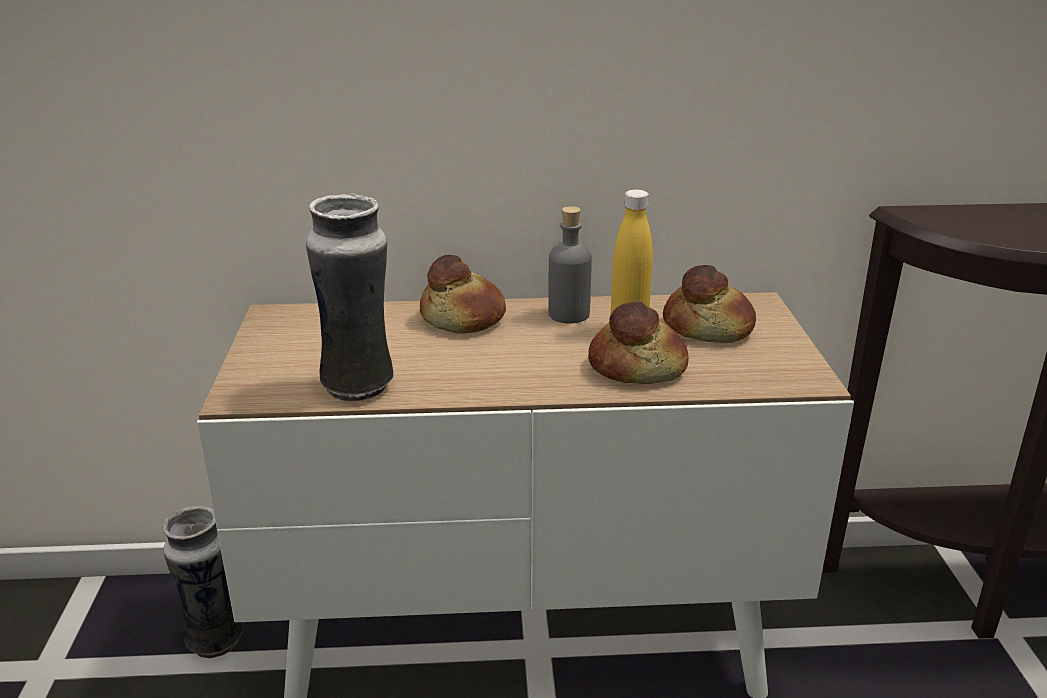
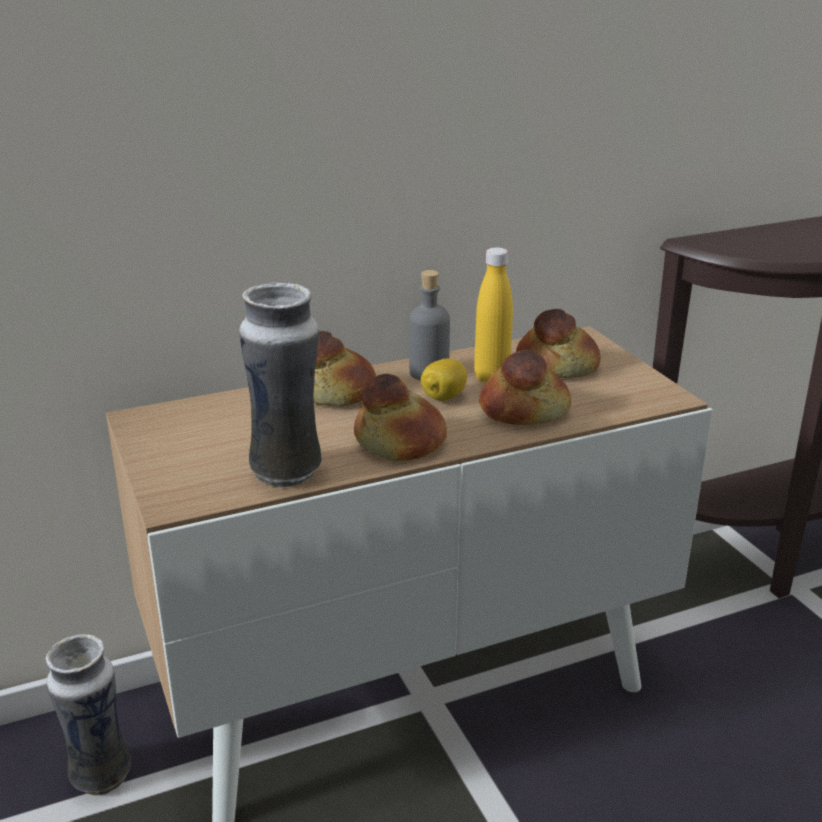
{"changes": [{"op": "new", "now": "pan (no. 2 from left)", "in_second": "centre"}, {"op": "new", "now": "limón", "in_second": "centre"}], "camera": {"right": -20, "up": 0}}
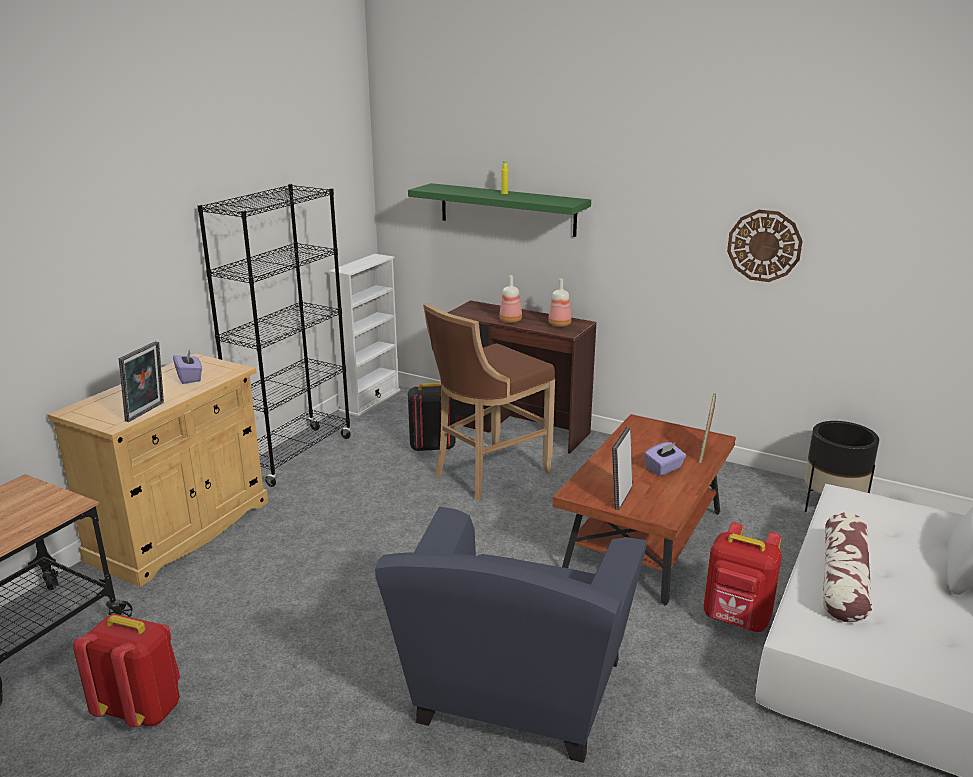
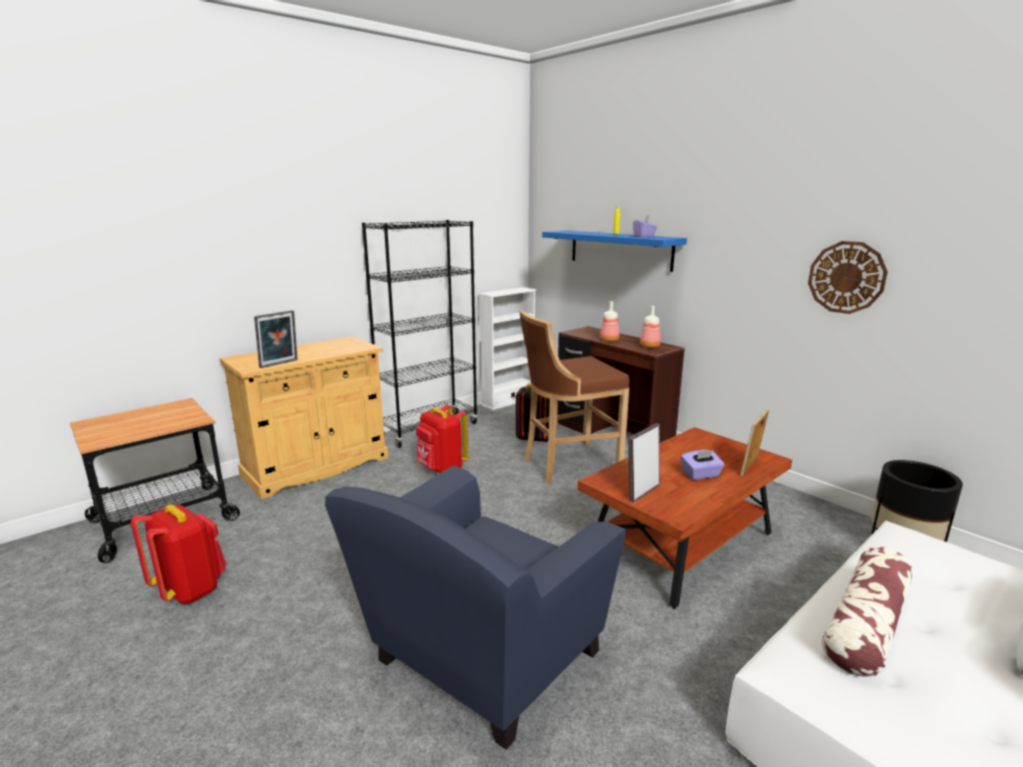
{"changes": [{"op": "shifted", "was": "caja de pañuelos [morado] (no. 1 from left)", "in_first": "middle left", "in_second": "top centre"}, {"op": "shifted", "was": "mochila [rojo] (no. 2 from left)", "in_first": "bottom right", "in_second": "centre"}, {"op": "repainted", "was": "estante [verde]", "now": "estante [azul]", "in_first": "top centre", "in_second": "top centre"}], "camera": {"right": 20, "up": -5}}
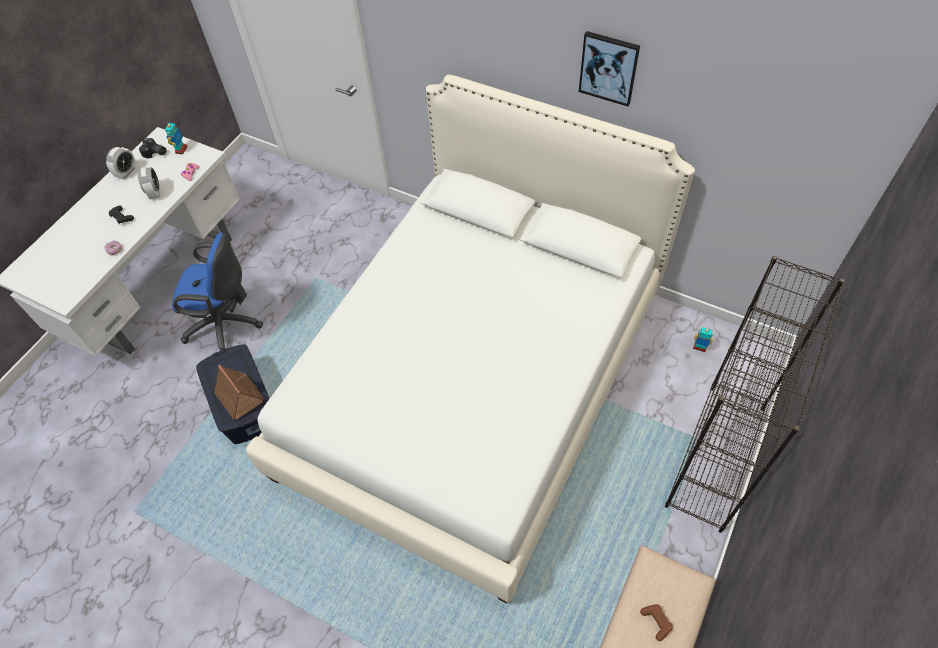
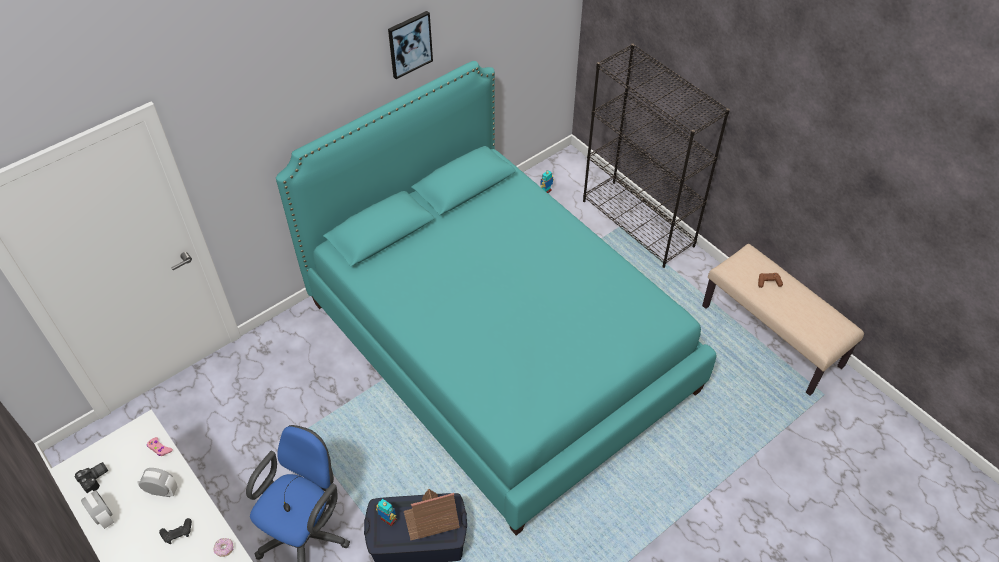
{"changes": [{"op": "shifted", "was": "robot de juguete (no. 1 from left)", "in_first": "top left", "in_second": "bottom centre"}, {"op": "repainted", "was": "cama [blanco]", "now": "cama [turquesa]", "in_first": "centre", "in_second": "centre"}], "camera": {"right": -70, "up": -5}}
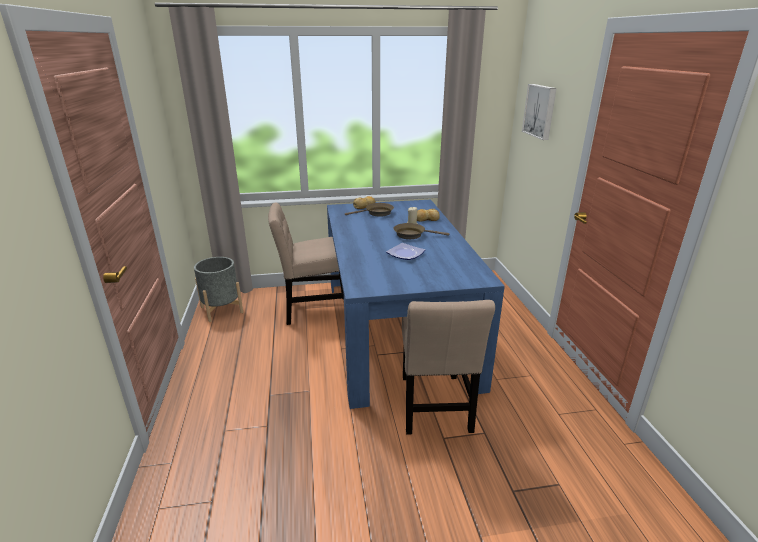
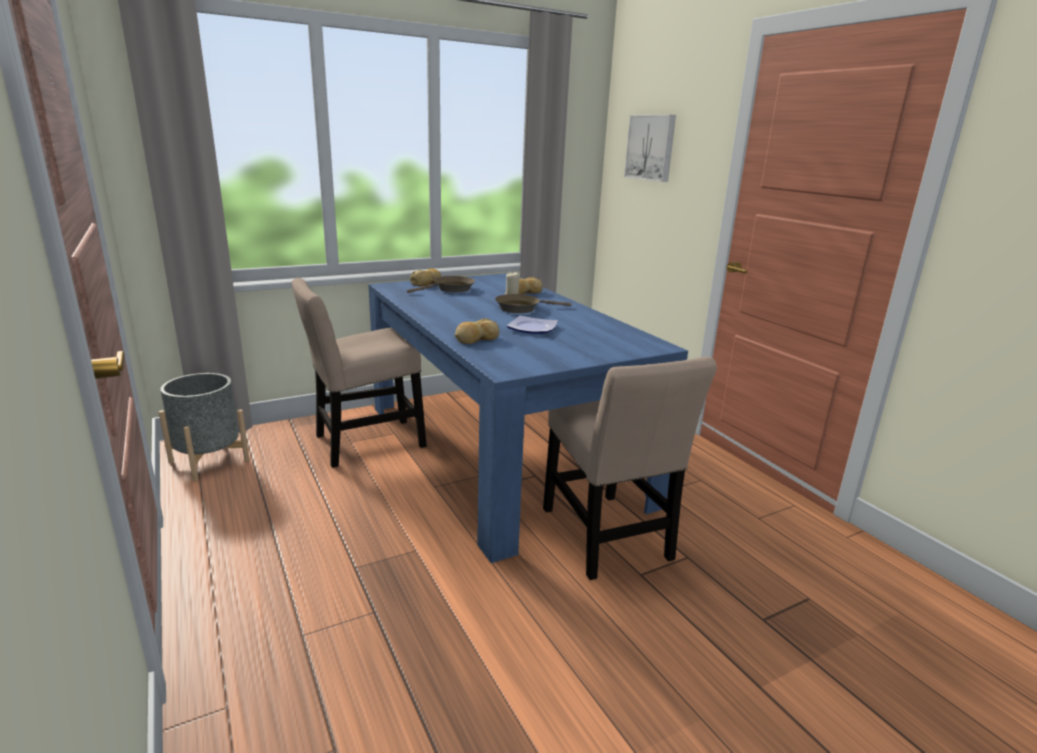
{"changes": [{"op": "new", "now": "pan (no. 2 from left)", "in_second": "centre"}], "camera": {"right": -20, "up": -5}}
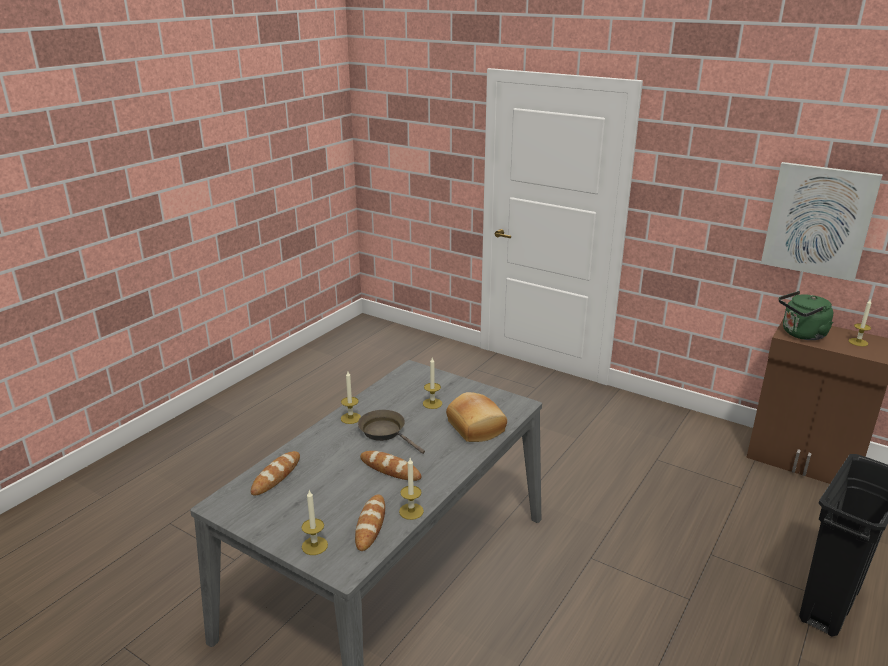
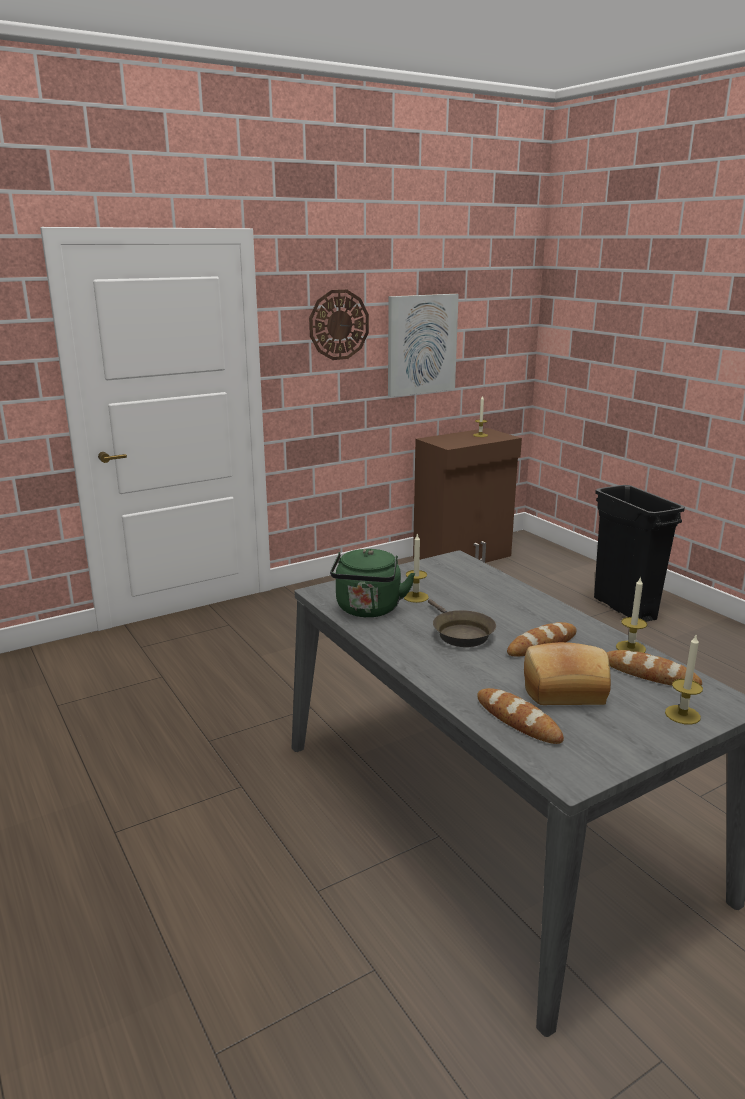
{"changes": [{"op": "gone", "was": "vela (no. 2 from left)", "in_first": "centre"}, {"op": "new", "now": "reloj de pared", "in_second": "top centre"}, {"op": "shifted", "was": "pan (no. 4 from left in the first image)", "now": "pan (no. 3 from left)", "in_first": "centre", "in_second": "middle right"}, {"op": "shifted", "was": "hervidor [verde]", "in_first": "middle right", "in_second": "centre"}, {"op": "rotated", "was": "sartén [marrón]", "in_first": "centre", "in_second": "centre", "clockwise": -90}], "camera": {"right": -65, "up": -5}}
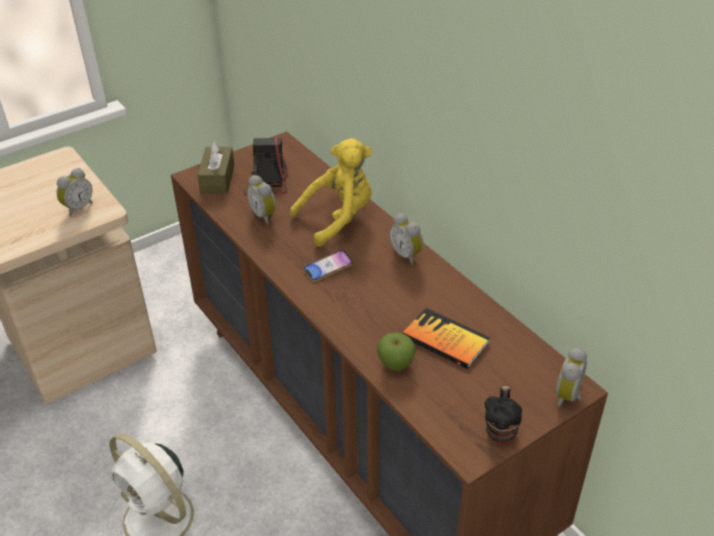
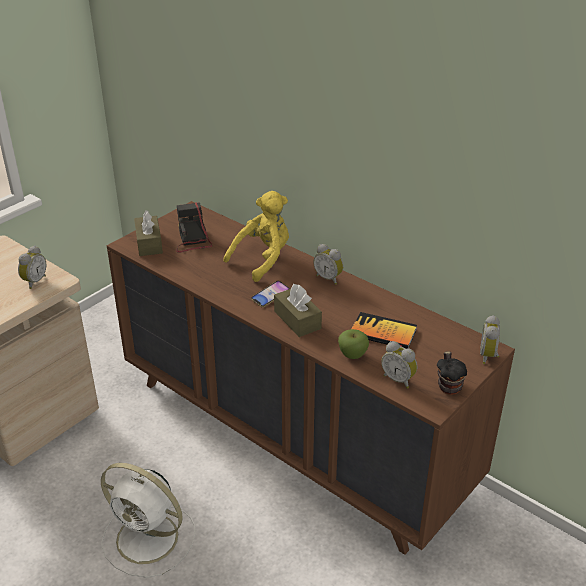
{"changes": [{"op": "new", "now": "caja de pañuelos [marrón] (no. 2 from left)", "in_second": "centre"}, {"op": "shifted", "was": "despertador (no. 2 from left in the first image)", "now": "despertador (no. 3 from left)", "in_first": "centre", "in_second": "middle right"}], "camera": {"right": -15, "up": -5}}
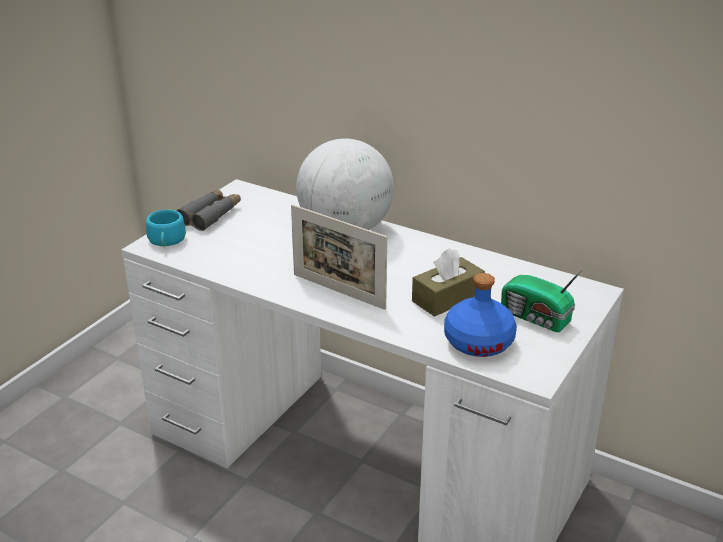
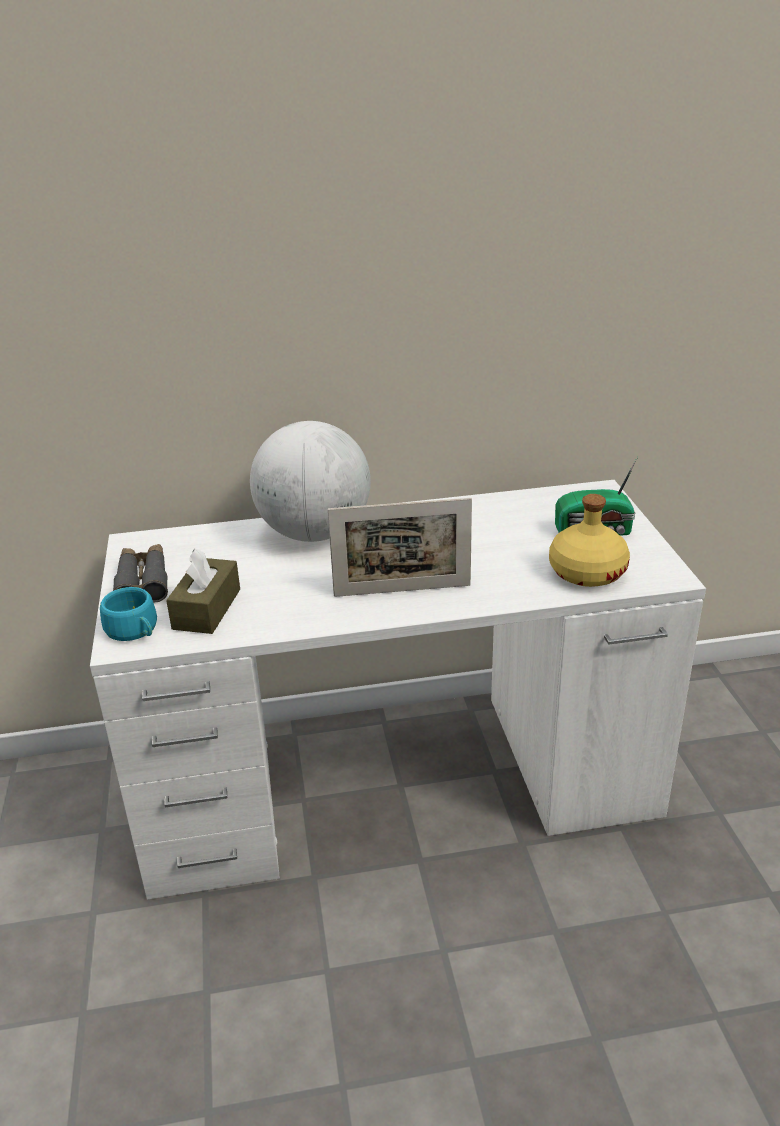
{"changes": [{"op": "shifted", "was": "caja de pañuelos [marrón]", "in_first": "centre", "in_second": "middle left"}, {"op": "repainted", "was": "botella [azul]", "now": "botella [amarillo]", "in_first": "centre", "in_second": "middle right"}], "camera": {"right": -40, "up": 0}}
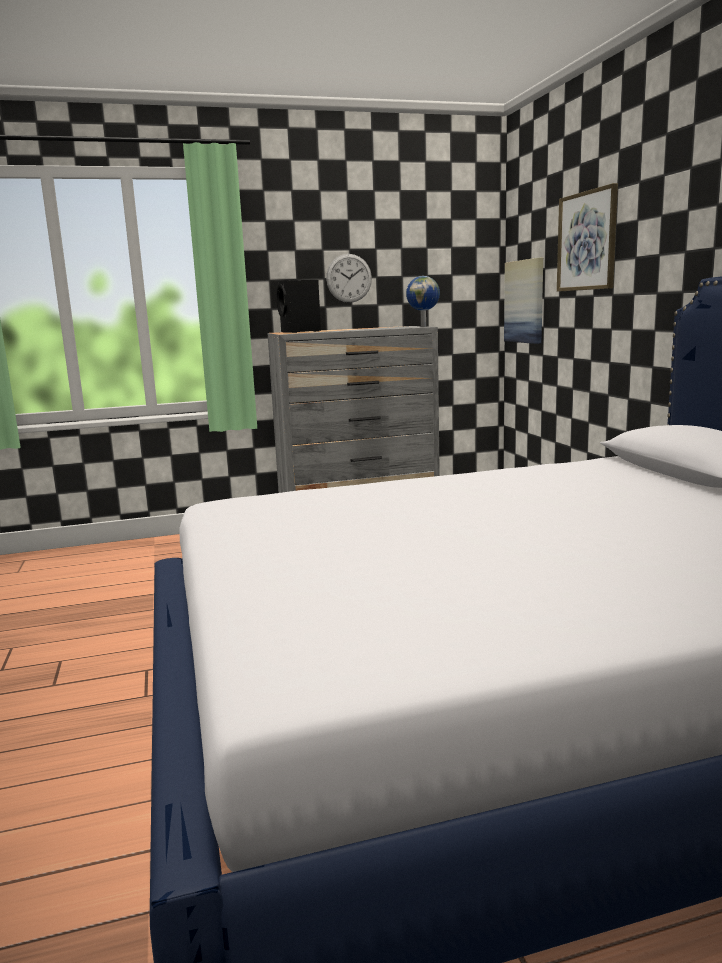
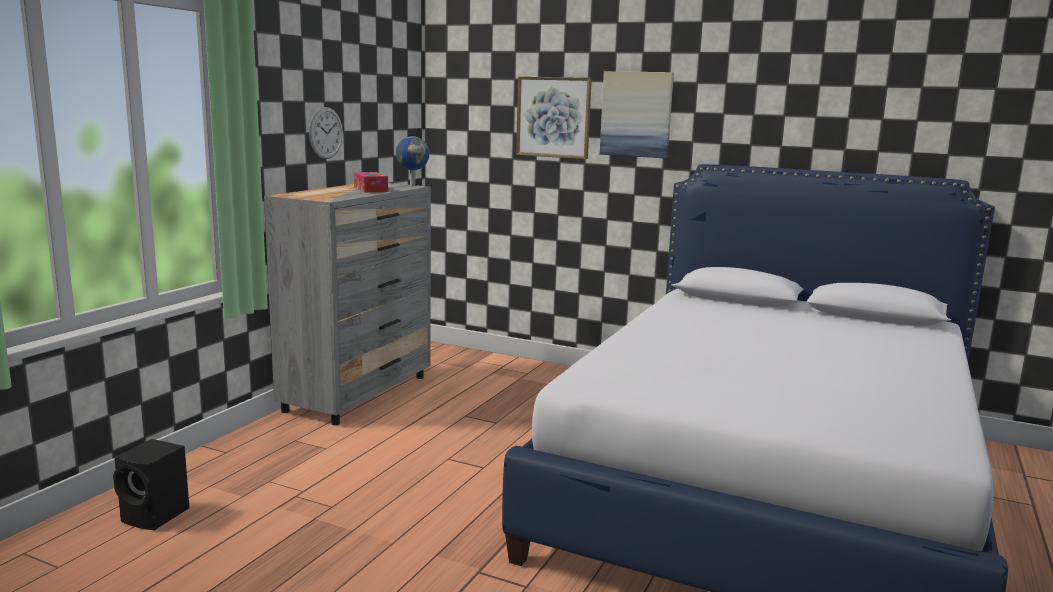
{"changes": [{"op": "new", "now": "caja de pañuelos", "in_second": "top centre"}, {"op": "shifted", "was": "altavoz [negro]", "in_first": "top centre", "in_second": "bottom left"}, {"op": "shifted", "was": "cuadro (no. 1 from left in the first image)", "now": "cuadro (no. 2 from left)", "in_first": "top right", "in_second": "top centre"}], "camera": {"right": -50, "up": 0}}
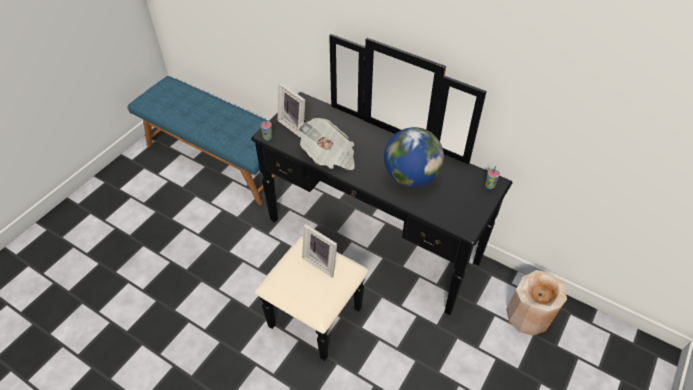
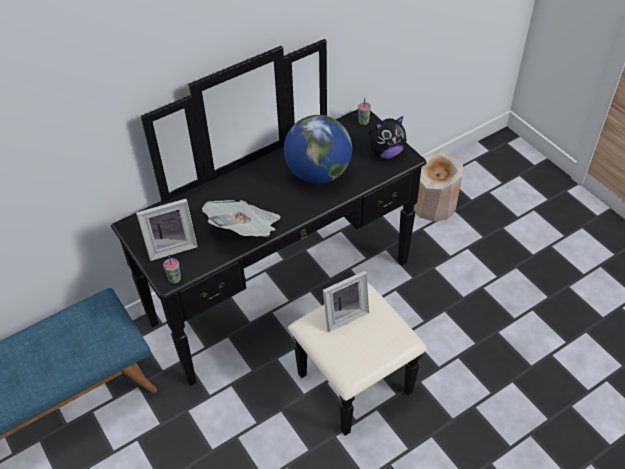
{"changes": [{"op": "new", "now": "peluche", "in_second": "top centre"}], "camera": {"right": -65, "up": 0}}
